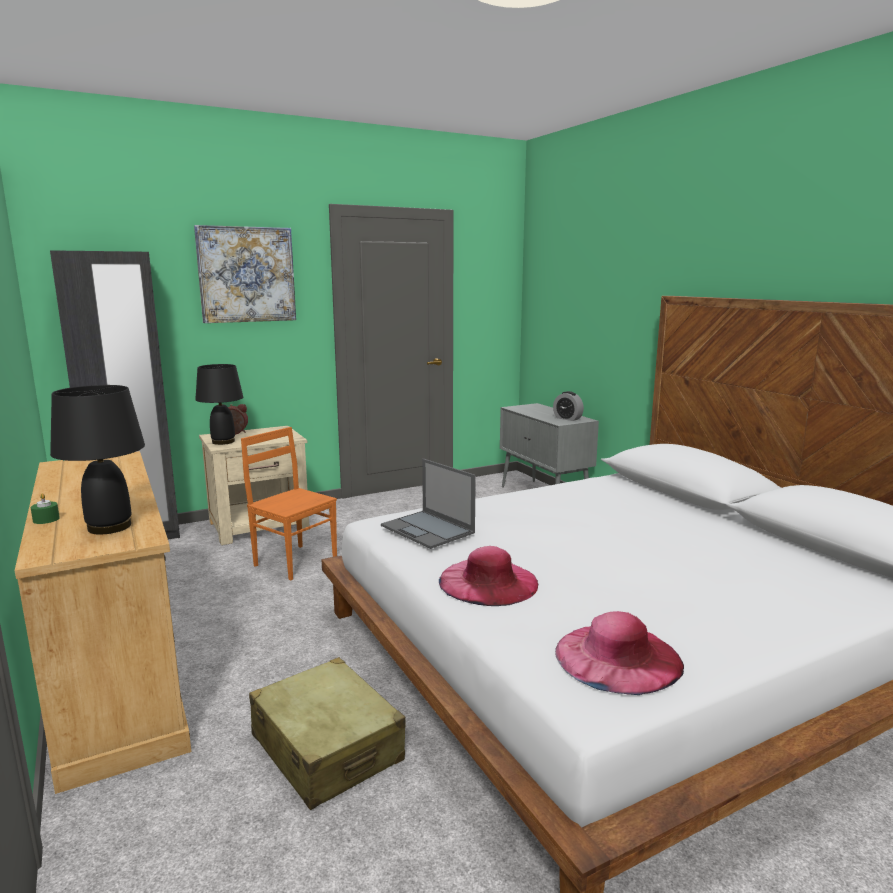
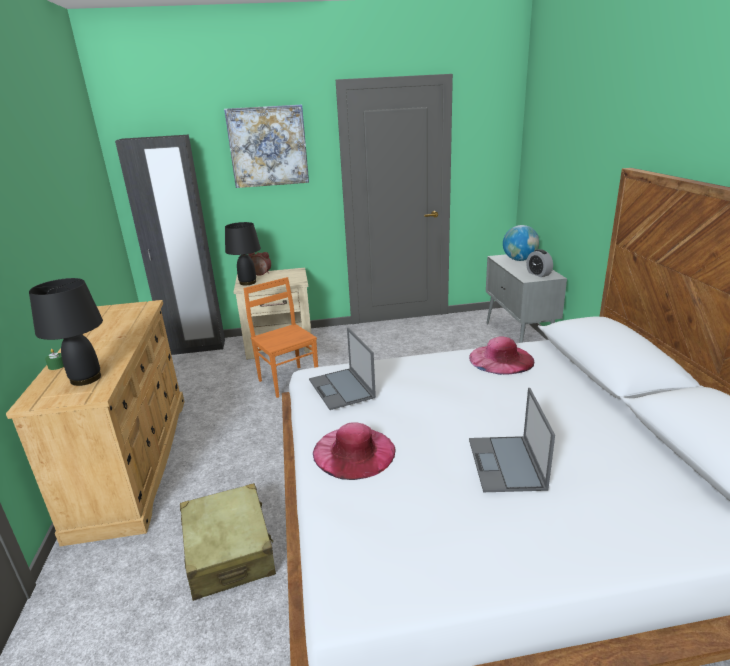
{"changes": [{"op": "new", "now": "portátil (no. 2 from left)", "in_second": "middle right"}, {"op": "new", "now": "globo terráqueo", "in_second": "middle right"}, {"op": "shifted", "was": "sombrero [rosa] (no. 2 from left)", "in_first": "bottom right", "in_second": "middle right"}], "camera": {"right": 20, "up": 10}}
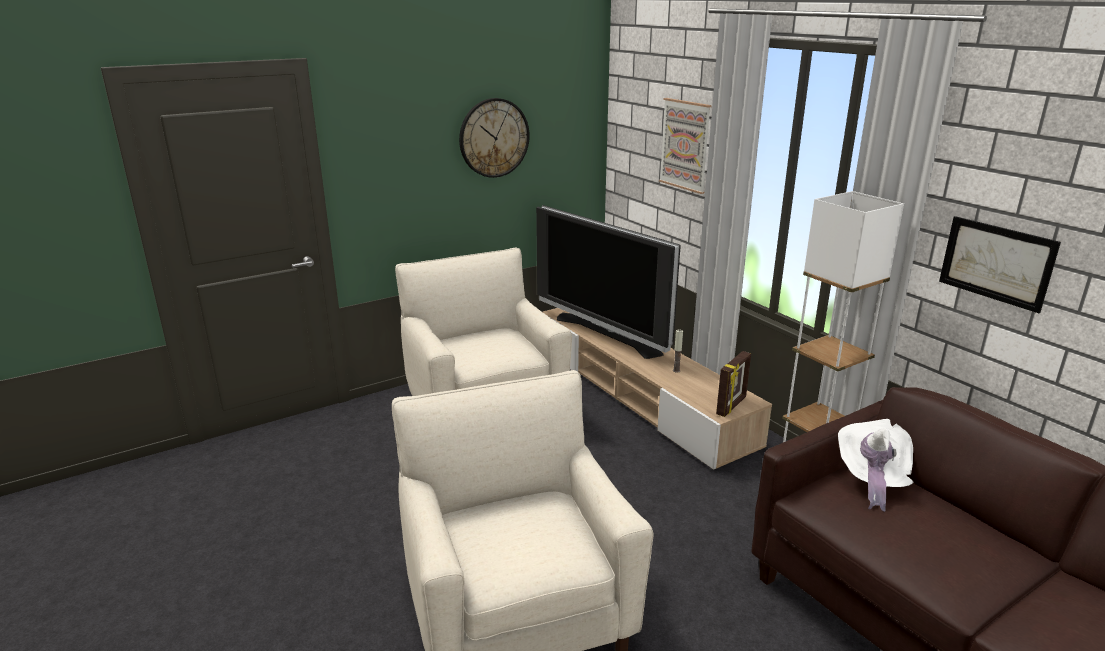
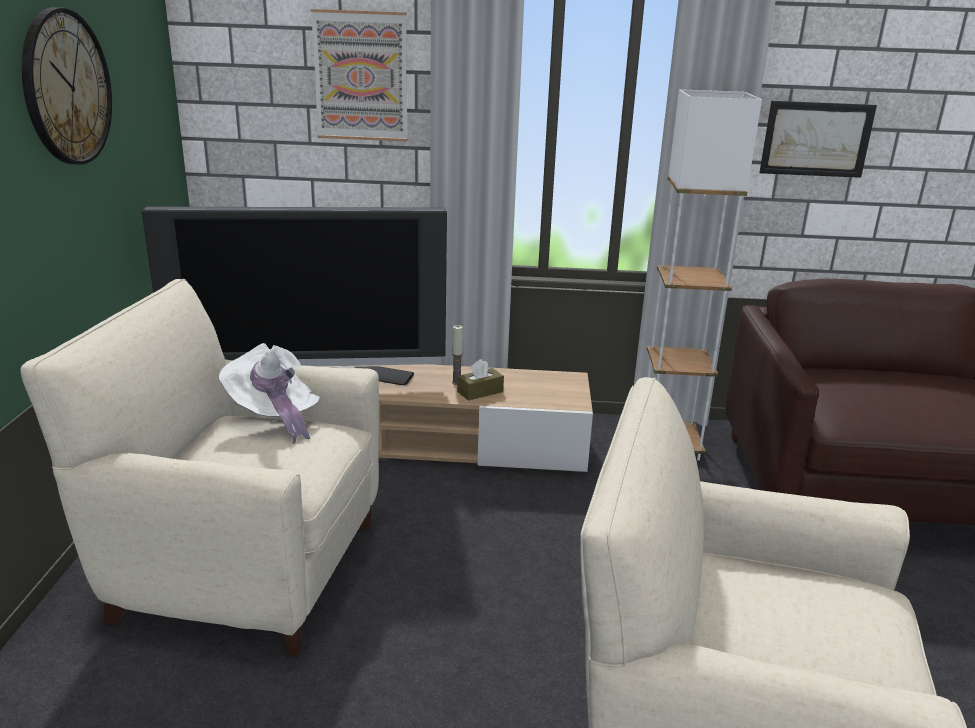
{"changes": [{"op": "gone", "was": "portarretratos", "in_first": "centre"}, {"op": "new", "now": "caja de pañuelos [marrón]", "in_second": "centre"}, {"op": "shifted", "was": "sombrero [blanco]", "in_first": "bottom right", "in_second": "middle left"}], "camera": {"right": -55, "up": 0}}
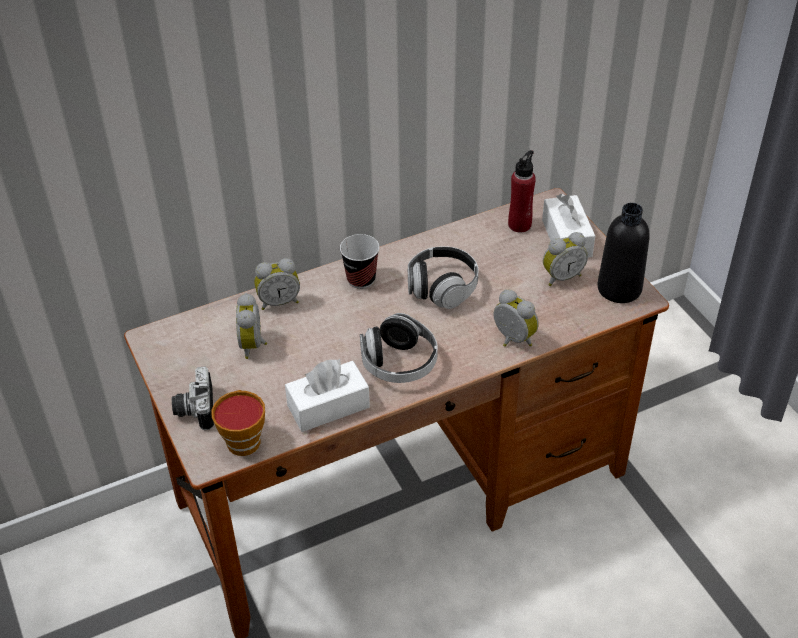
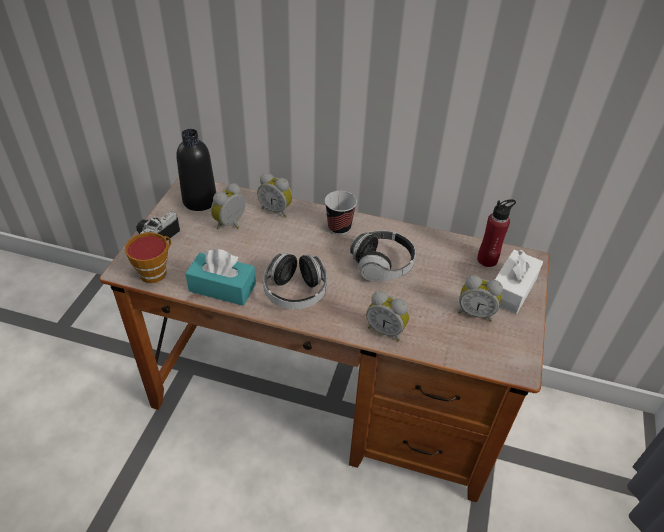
{"changes": [{"op": "shifted", "was": "botella [negro]", "in_first": "middle right", "in_second": "top left"}, {"op": "repainted", "was": "caja de pañuelos [blanco] (no. 1 from left)", "now": "caja de pañuelos [turquesa]", "in_first": "centre", "in_second": "middle left"}, {"op": "rotated", "was": "despertador (no. 3 from left)", "in_first": "centre", "in_second": "centre", "clockwise": 120}], "camera": {"right": 40, "up": 0}}
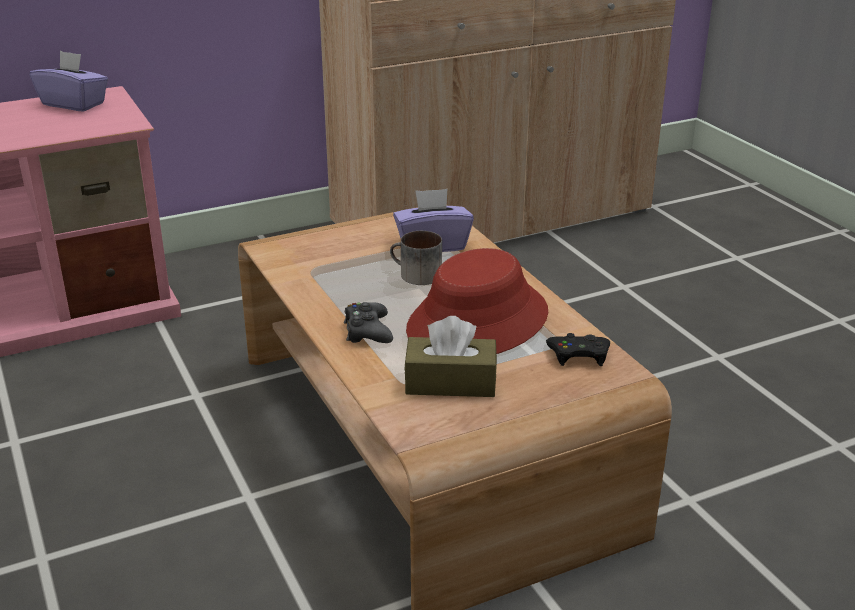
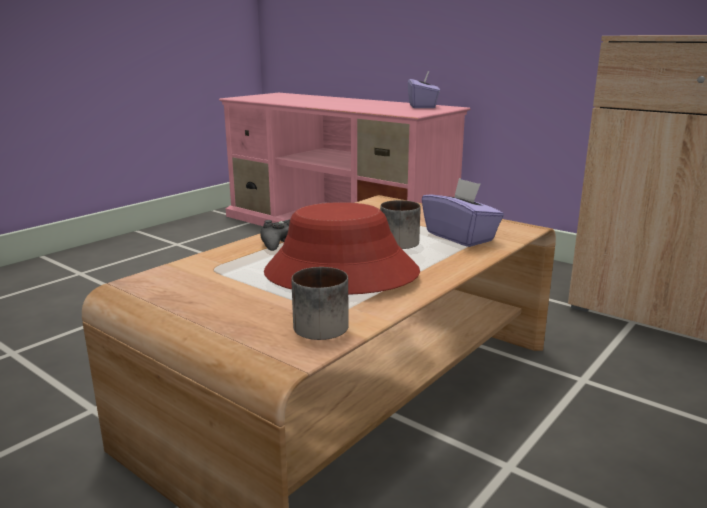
{"changes": [{"op": "gone", "was": "caja de pañuelos [marrón]", "in_first": "centre"}, {"op": "swapped", "was": "mando de consola [negro] (no. 2 from left)", "now": "taza grande (no. 1 from left)", "in_first": "middle right", "in_second": "centre"}], "camera": {"right": 65, "up": -10}}
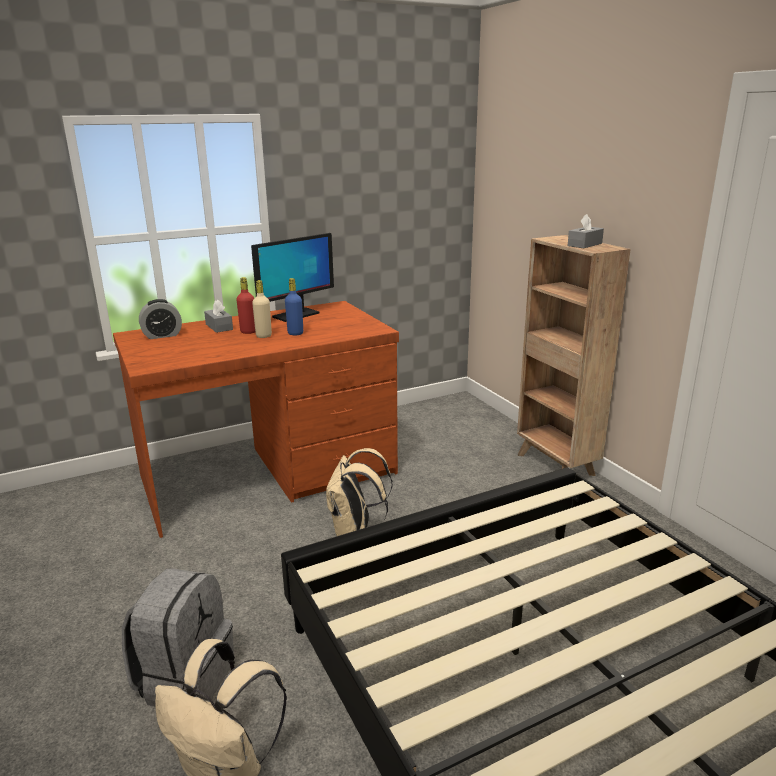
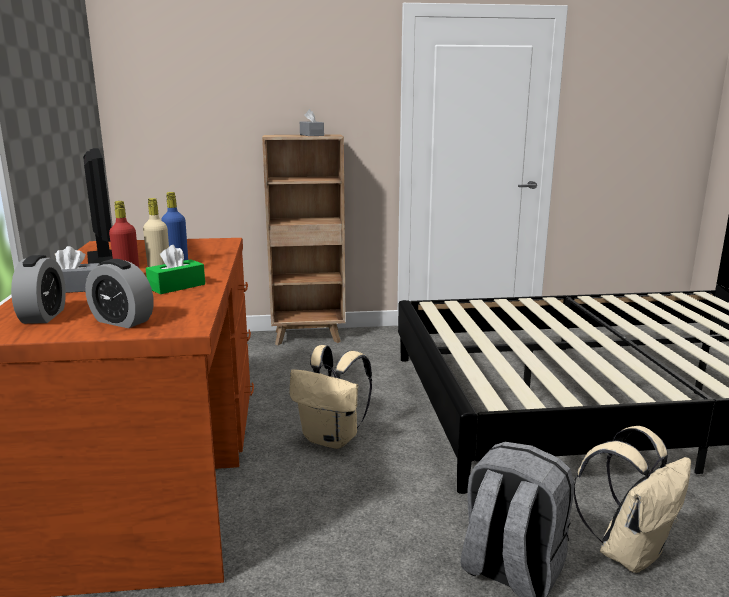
{"changes": [{"op": "new", "now": "despertador (no. 2 from left)", "in_second": "middle left"}, {"op": "new", "now": "caja de pañuelos [verde]", "in_second": "middle left"}], "camera": {"right": -70, "up": -5}}
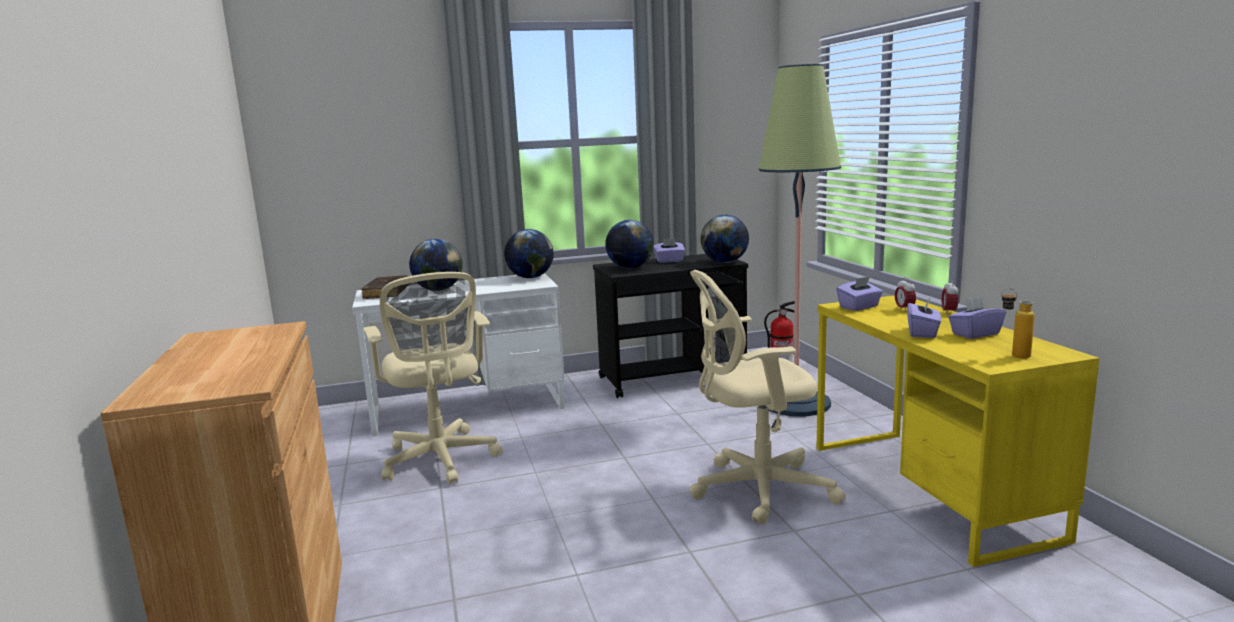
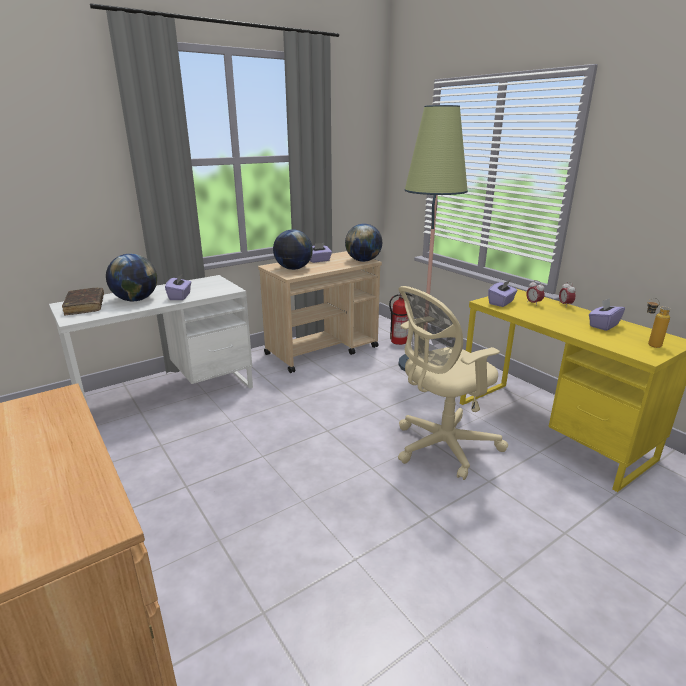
{"changes": [{"op": "gone", "was": "silla de oficina [beis] (no. 1 from left)", "in_first": "centre"}, {"op": "gone", "was": "globo terráqueo (no. 2 from left)", "in_first": "centre"}, {"op": "shifted", "was": "caja de pañuelos [morado] (no. 3 from left in the first image)", "now": "caja de pañuelos [morado] (no. 1 from left)", "in_first": "middle right", "in_second": "middle left"}, {"op": "repainted", "was": "carrito [negro]", "now": "carrito [beis]", "in_first": "centre", "in_second": "centre"}], "camera": {"right": -20, "up": 10}}
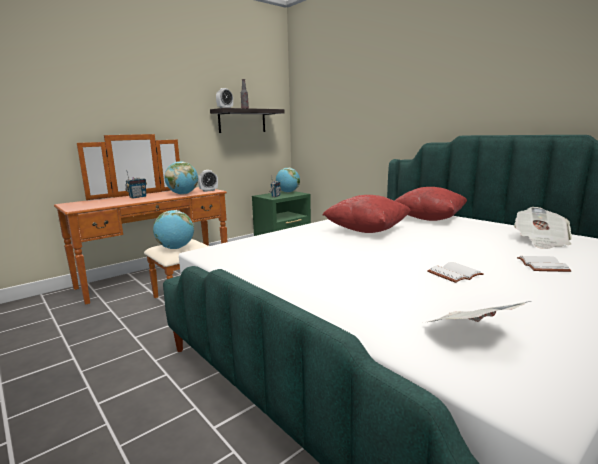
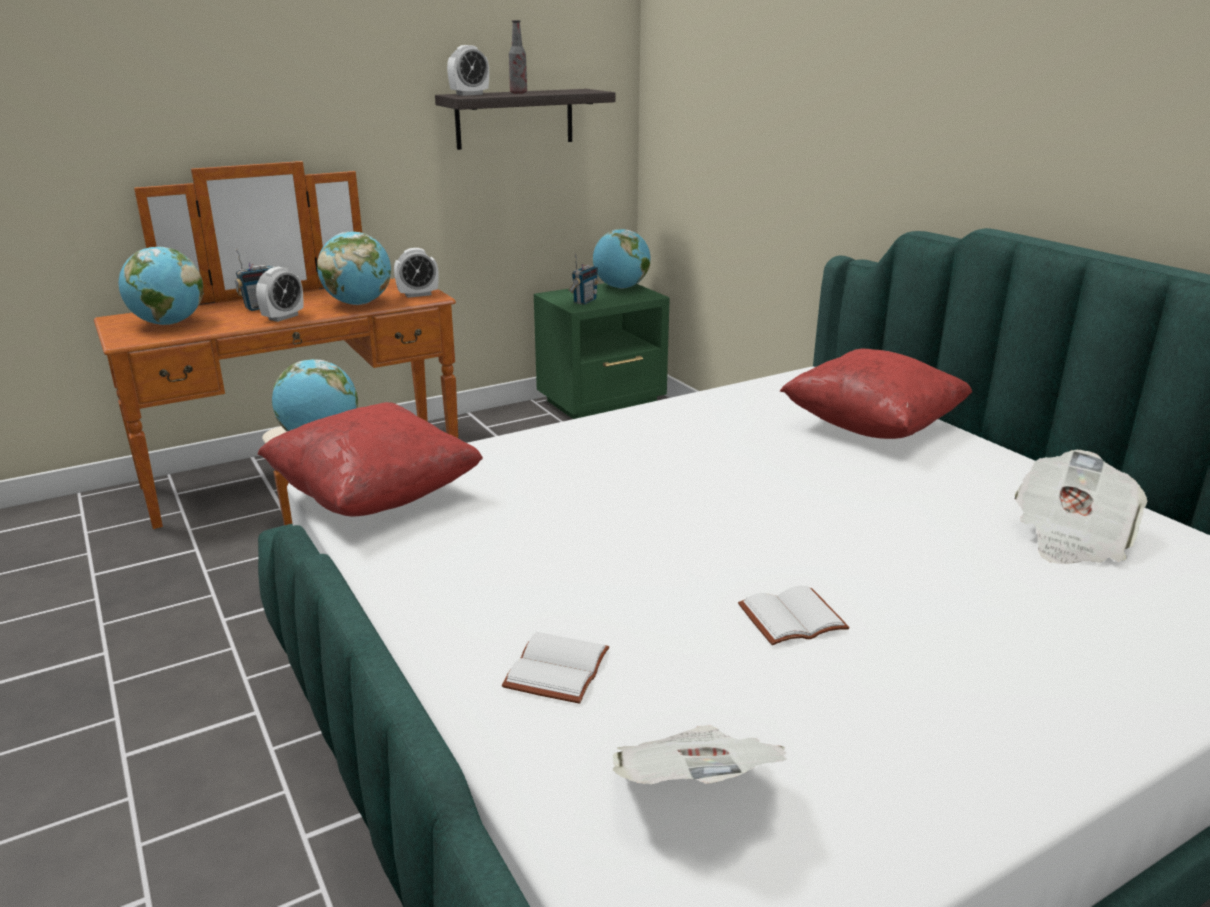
{"changes": [{"op": "new", "now": "globo terráqueo (no. 1 from left)", "in_second": "top left"}, {"op": "new", "now": "despertador (no. 1 from left)", "in_second": "top left"}, {"op": "shifted", "was": "cojín [rojo] (no. 1 from left)", "in_first": "centre", "in_second": "middle left"}, {"op": "shifted", "was": "libro [blanco] (no. 2 from left in the first image)", "now": "libro [blanco] (no. 1 from left)", "in_first": "middle right", "in_second": "bottom centre"}], "camera": {"right": 10, "up": 10}}
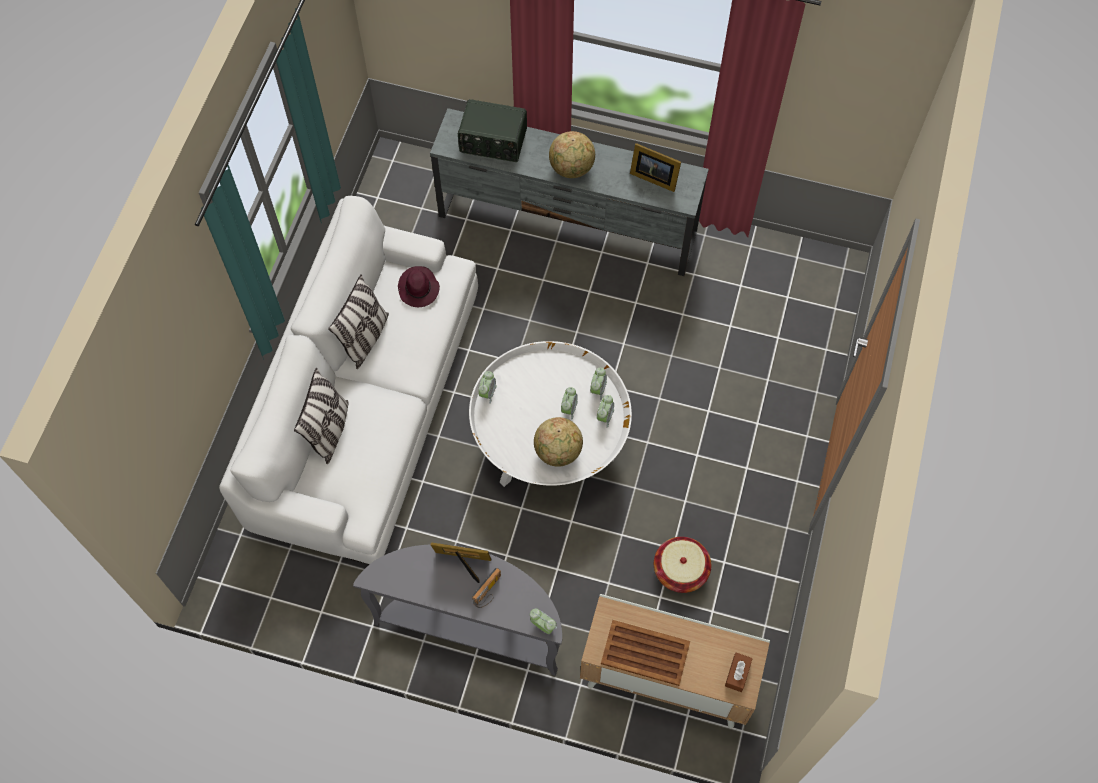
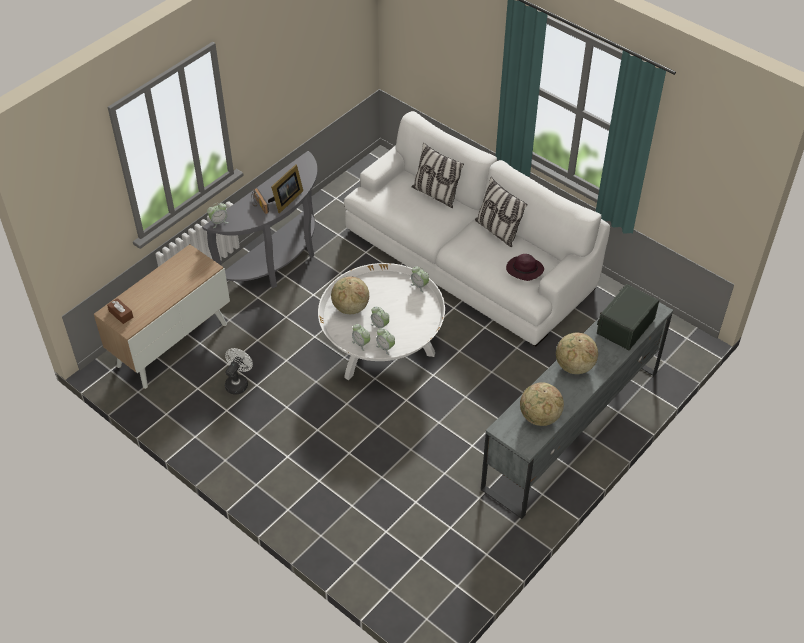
{"changes": [{"op": "gone", "was": "bandeja [marrón]", "in_first": "bottom centre"}, {"op": "swapped", "was": "portarretratos (no. 2 from left)", "now": "globo terráqueo (no. 2 from left)", "in_first": "top centre", "in_second": "middle right"}, {"op": "swapped", "was": "cesta", "now": "ventilador [blanco]", "in_first": "bottom centre", "in_second": "middle left"}], "camera": {"right": 115, "up": -15}}
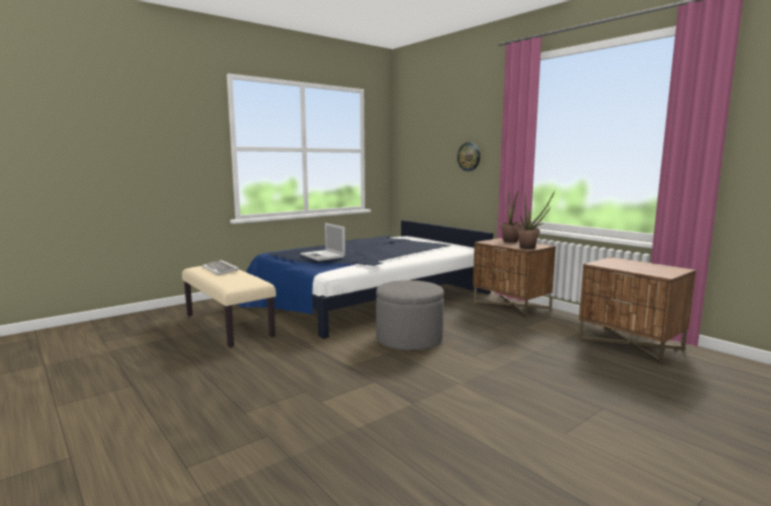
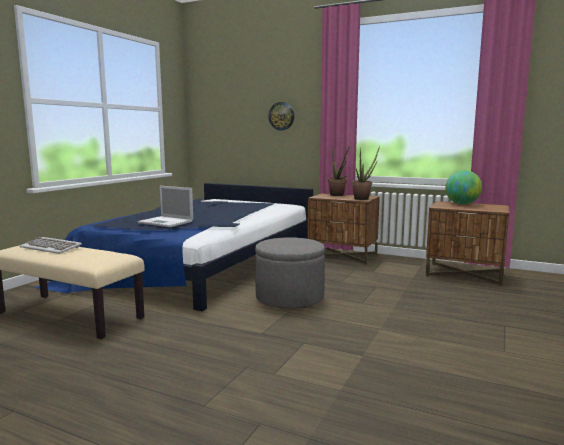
{"changes": [{"op": "new", "now": "globo terráqueo", "in_second": "middle right"}], "camera": {"right": -25, "up": 0}}
